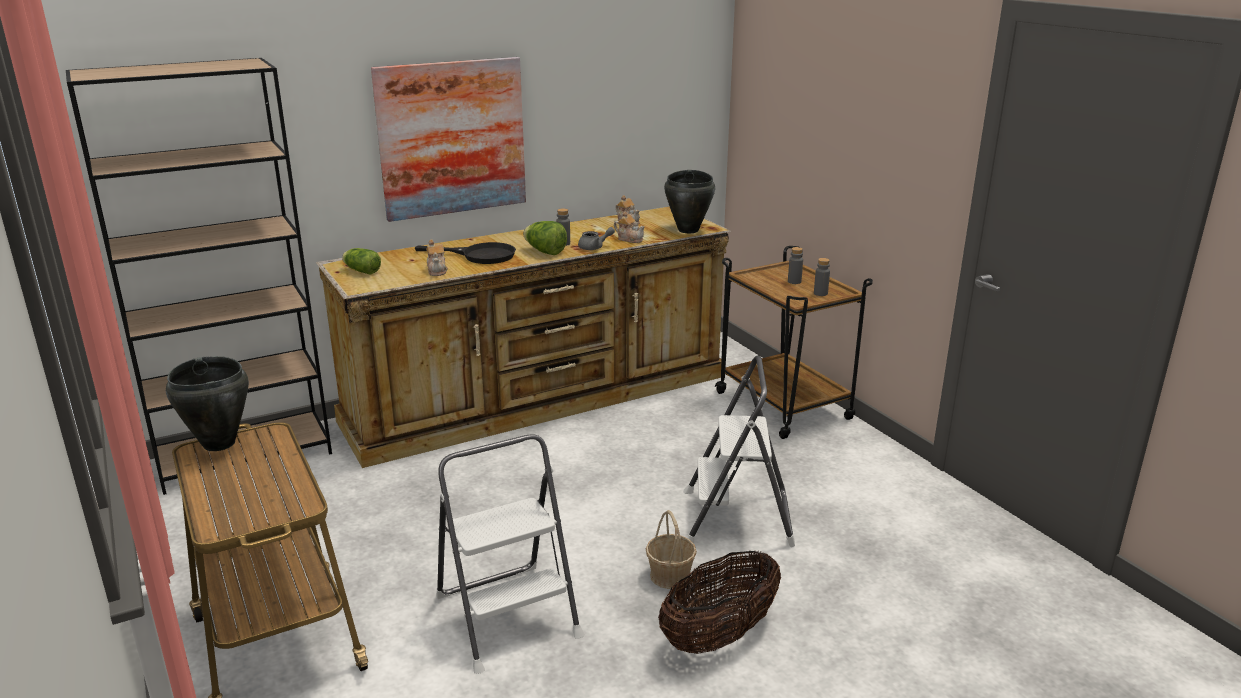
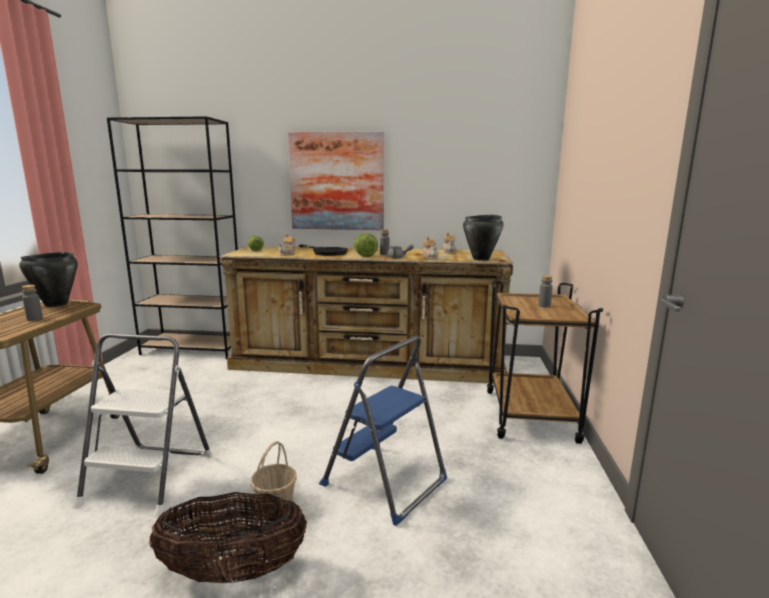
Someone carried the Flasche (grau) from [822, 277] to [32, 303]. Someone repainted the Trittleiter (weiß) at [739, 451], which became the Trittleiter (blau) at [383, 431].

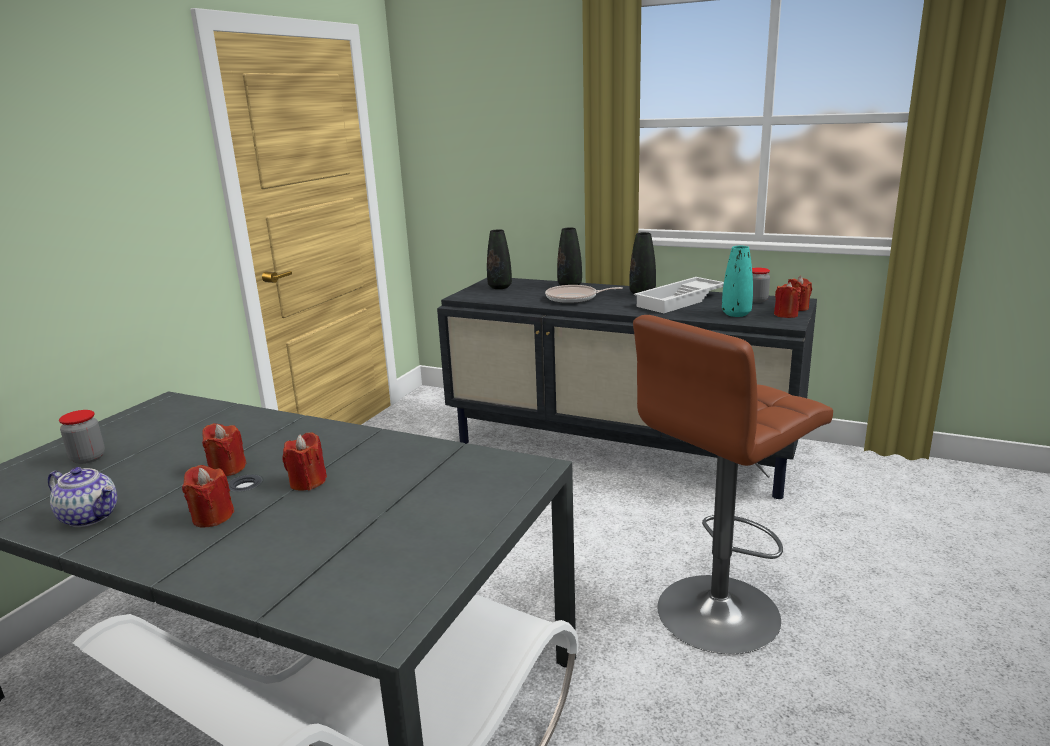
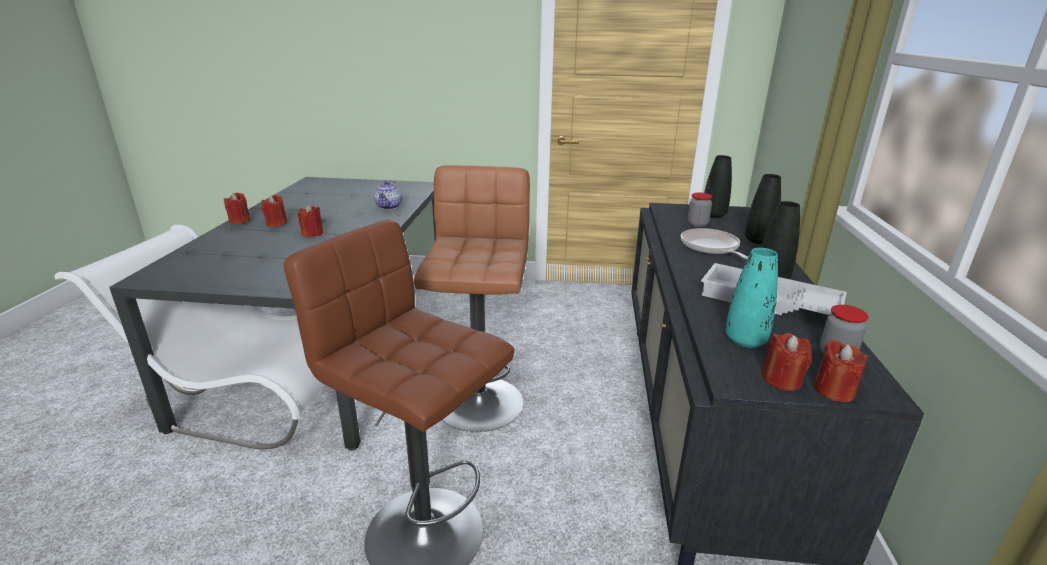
Someone put down the Hocker (braun) at [472, 298]. Someone carried the Teekanne from [82, 497] to [388, 195]. Someone carried the Vorratsglas from [82, 437] to [700, 210]. Someone carried the Kerze (rot) from [224, 449] to [237, 208].

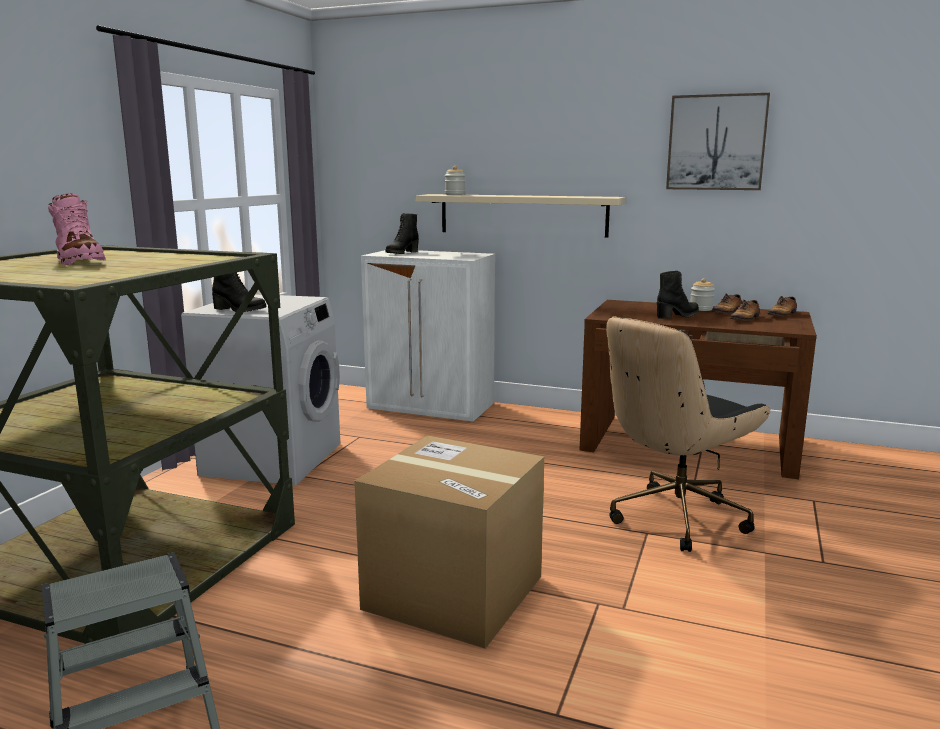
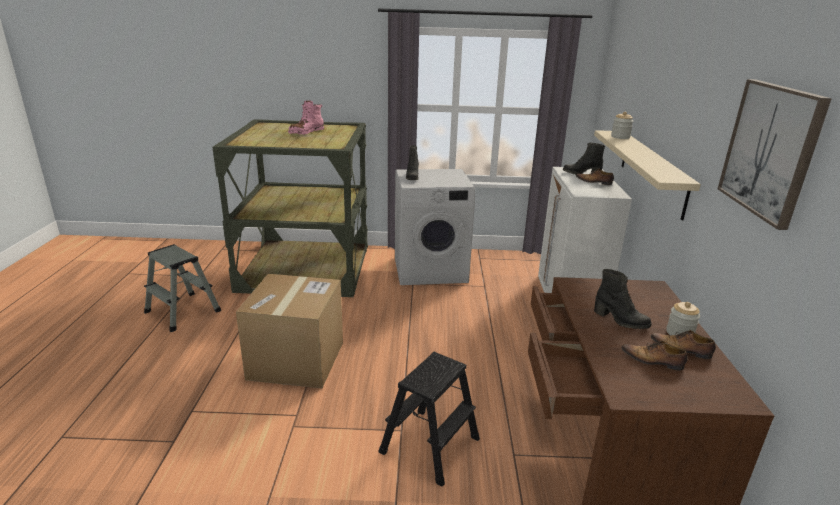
Someone carried the Schuh from [782, 306] to [595, 177]. Someone swapped the Bürostuhl (schwarz) at [688, 434] for the Trittleiter (schwarz) at [429, 418].

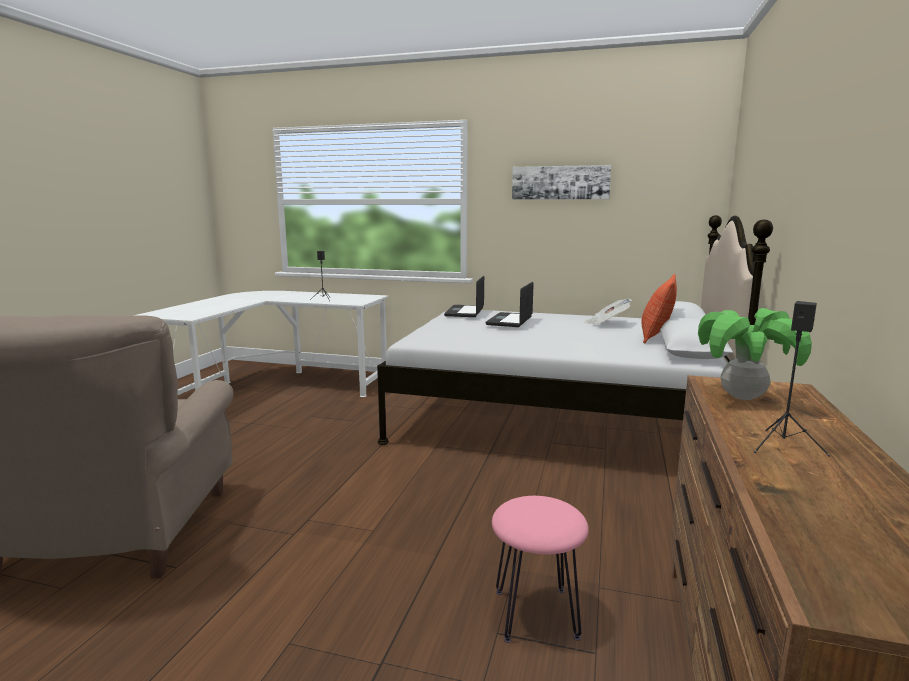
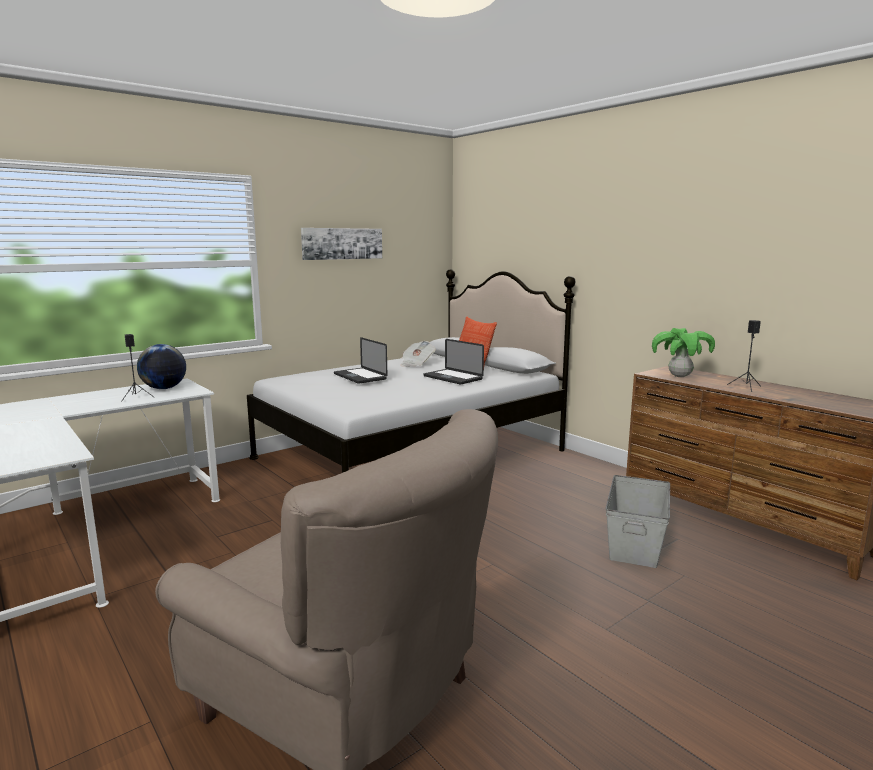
Someone put down the Globus at [161, 366]. Someone carried the Laptop from [464, 296] to [454, 362]. Someone swapped the Hocker (rosa) at [540, 569] for the Aufbewahrungsbox (grau) at [637, 521].

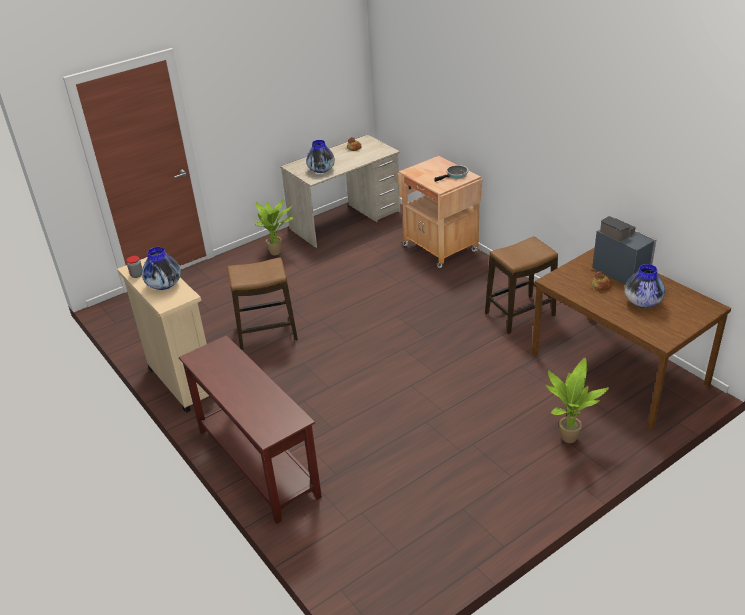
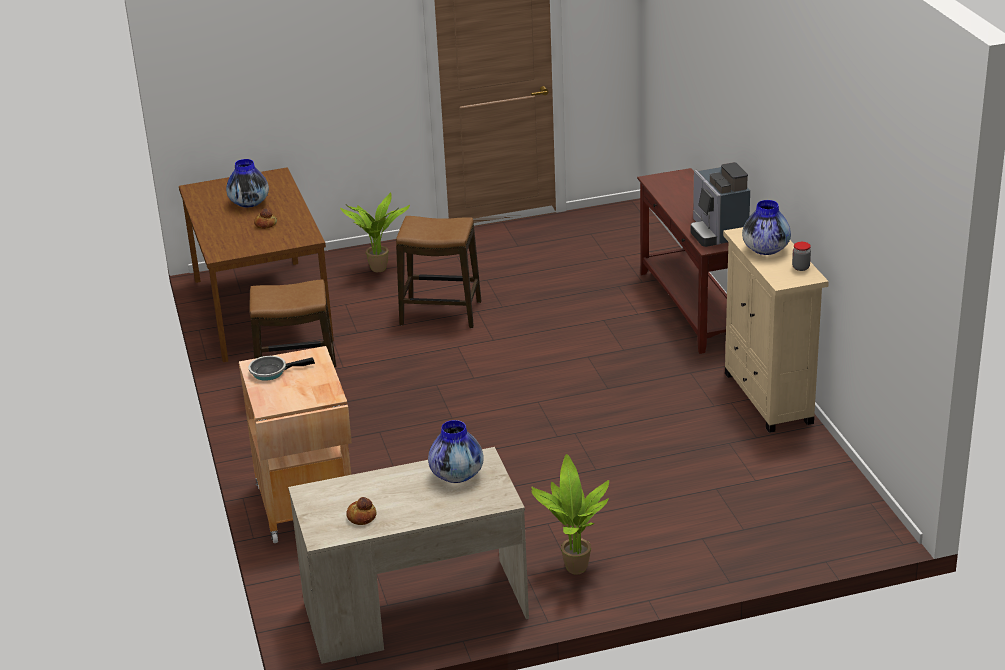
Someone carried the Hocker from [262, 303] to [438, 272]. Someone carried the Kaffeemaschine from [624, 250] to [720, 204].

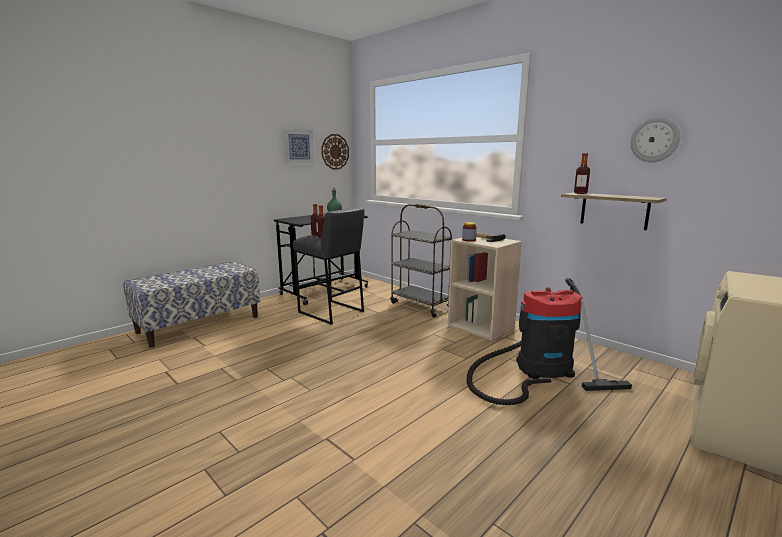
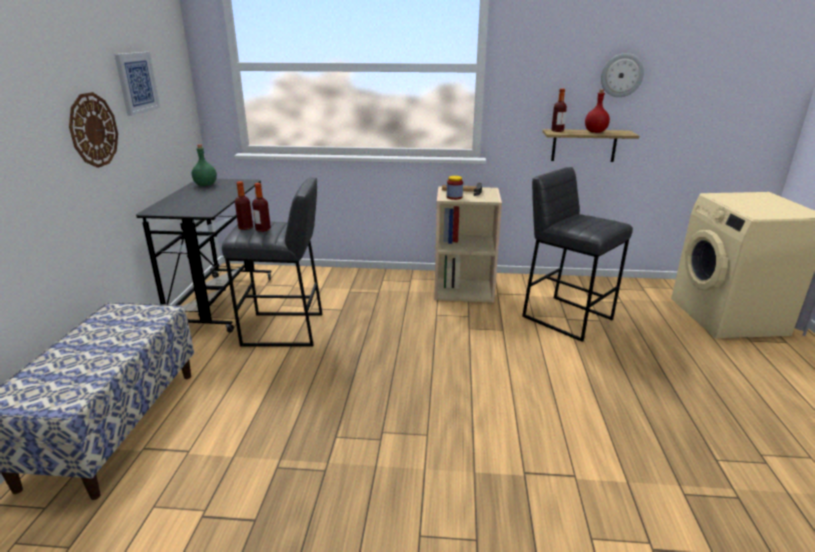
Someone took away the Rollwagen (schwarz) at [421, 260]. Someone put down the Flasche (rot) at [597, 111]. Someone carried the Wanduhr from [335, 152] to [93, 130]. Someone swapped the Staubsauger at [549, 341] for the Hocker (grau) at [577, 254].

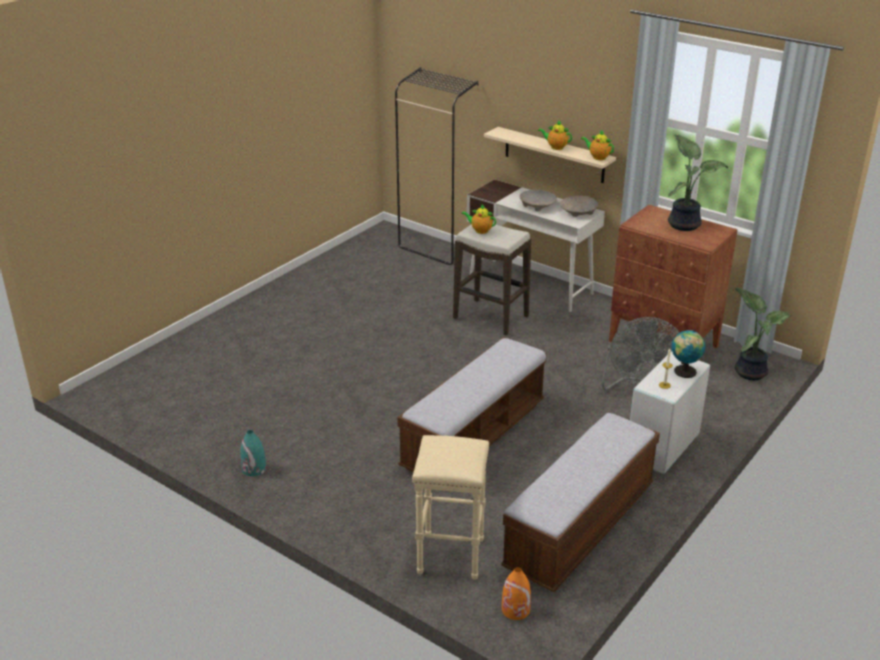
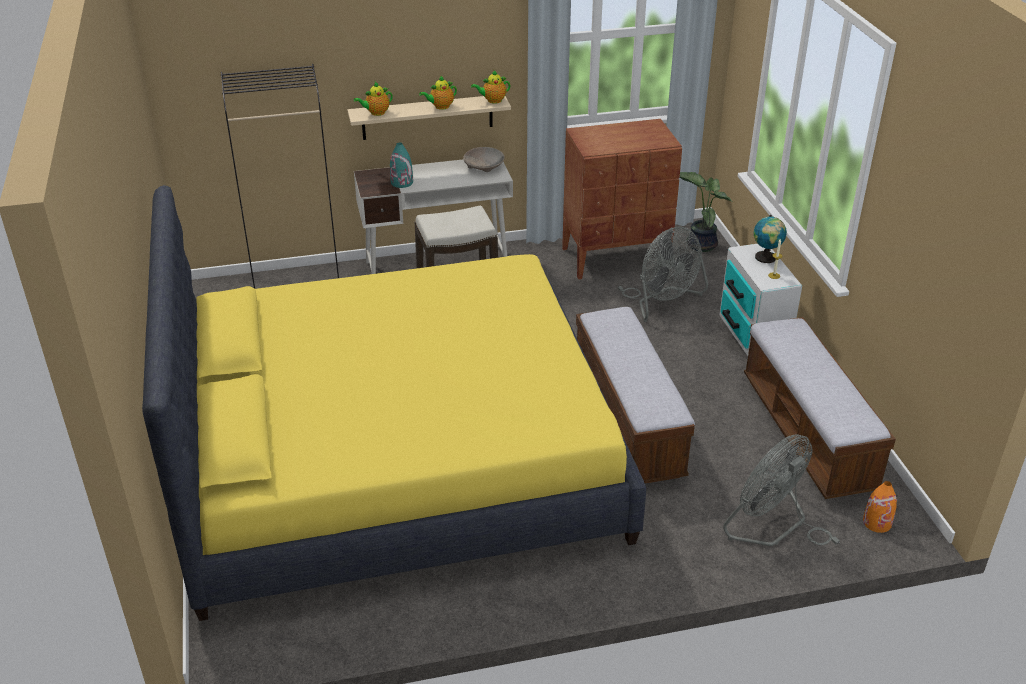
Someone took away the Schüssel (beige) at [538, 200]. Someone took away the Topfpflanze at [698, 183]. Someone put down the Bett (gelb) at [394, 403]. Someone carried the Vase (türkis) from [253, 453] to [401, 165]. Someone carried the Teekanne from [478, 219] to [373, 99]. Someone swapped the Hocker (beige) at [450, 507] for the Ventilator (grau) at [781, 490].

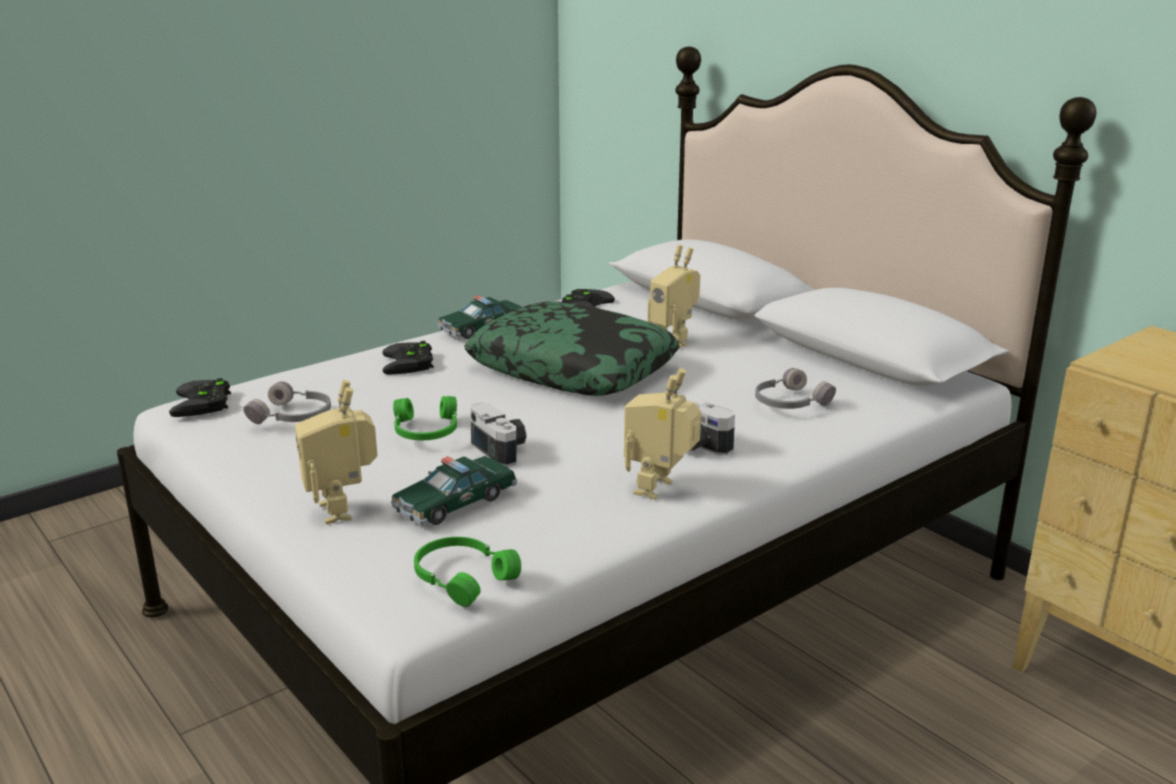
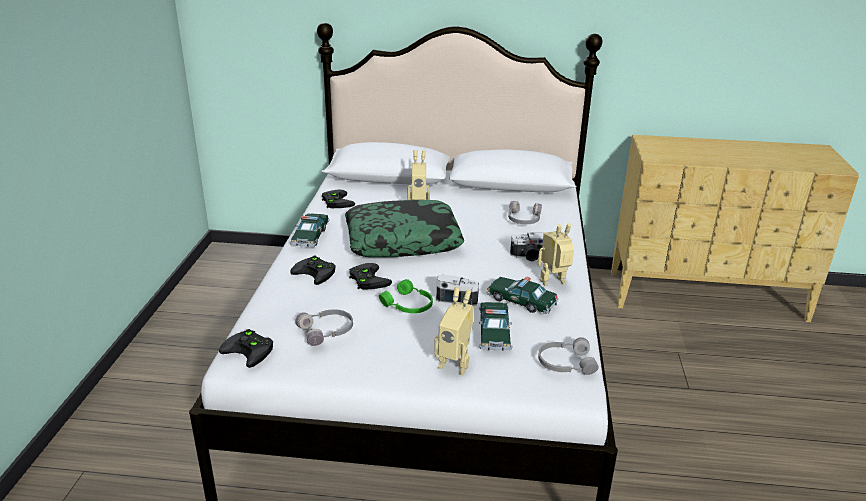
Someone put down the Gamepad (schwarz) at [370, 276]. Someone put down the Spielzeugauto at [522, 295]. Someone repainted the Kopfhörer (grün) at [467, 572], which became the Kopfhörer (grau) at [568, 356]. Someone rotated the Spielzeugroboter at [662, 434] by 90 degrees clockwise.

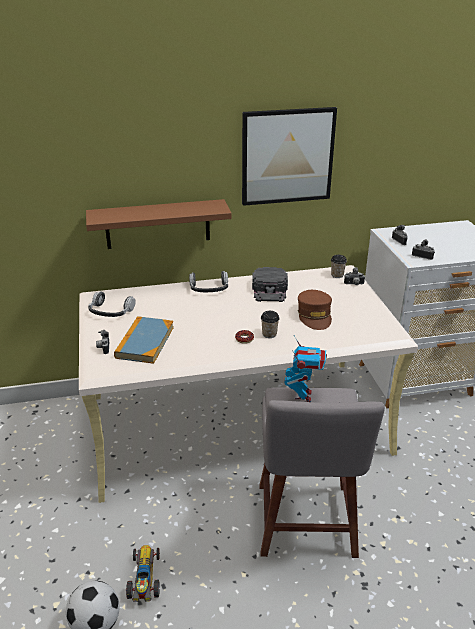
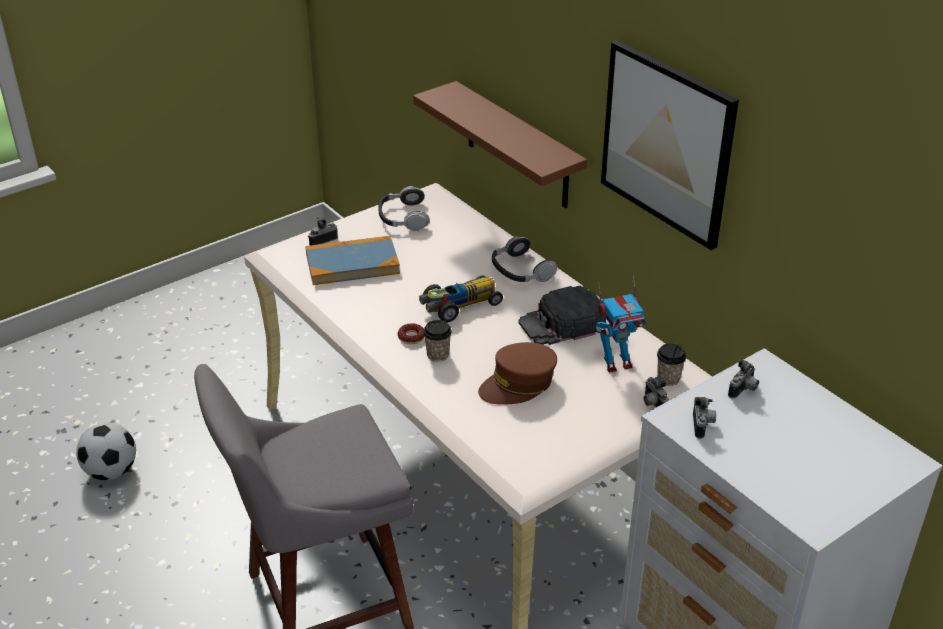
Someone carried the Spielzeugauto from [143, 573] to [461, 299]. Someone carried the Spielzeugroboter from [305, 368] to [621, 324].

